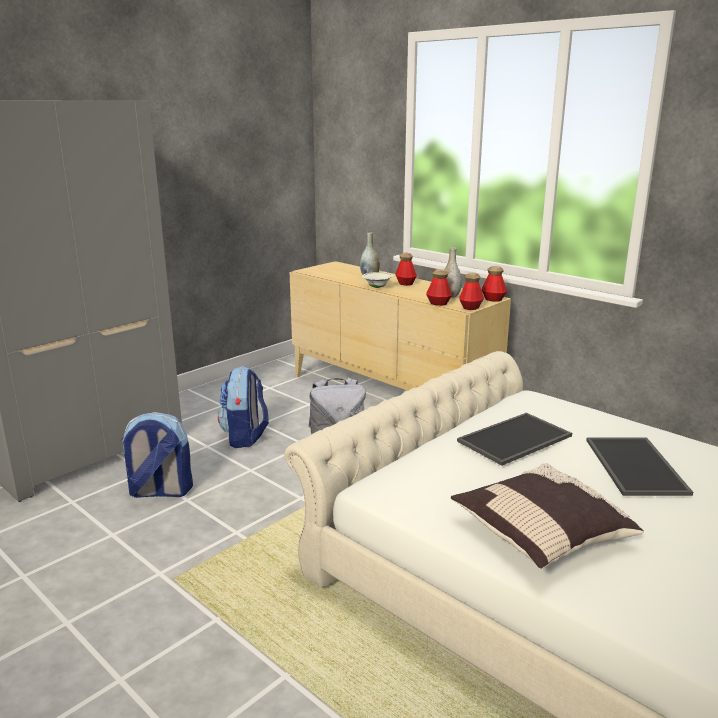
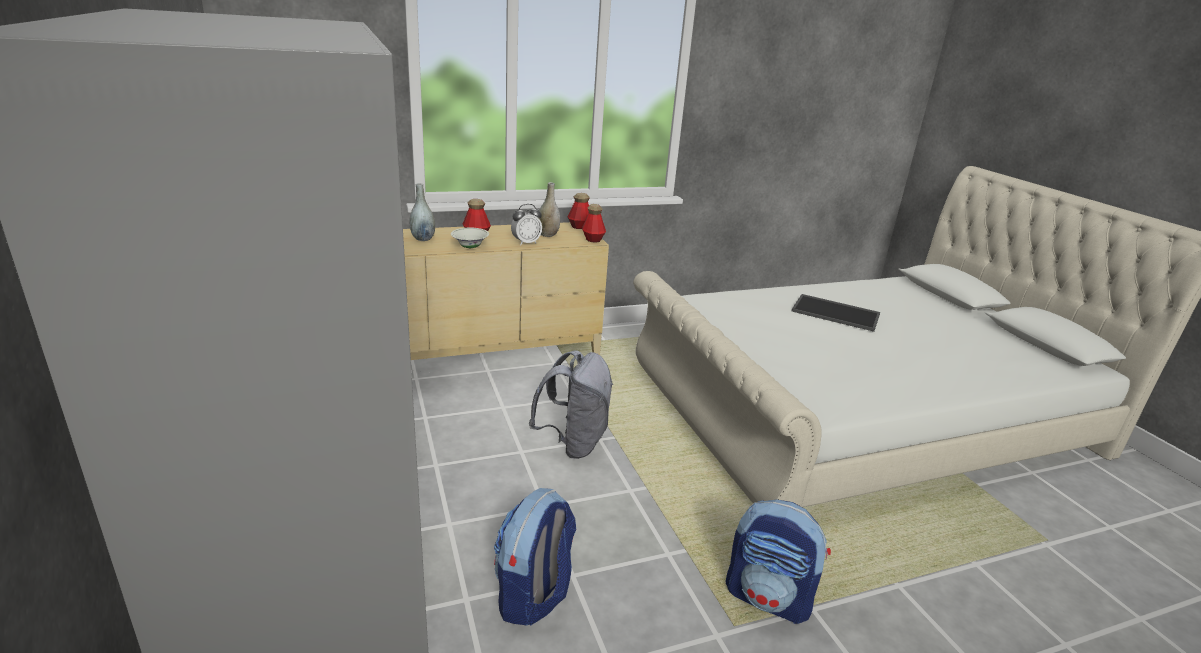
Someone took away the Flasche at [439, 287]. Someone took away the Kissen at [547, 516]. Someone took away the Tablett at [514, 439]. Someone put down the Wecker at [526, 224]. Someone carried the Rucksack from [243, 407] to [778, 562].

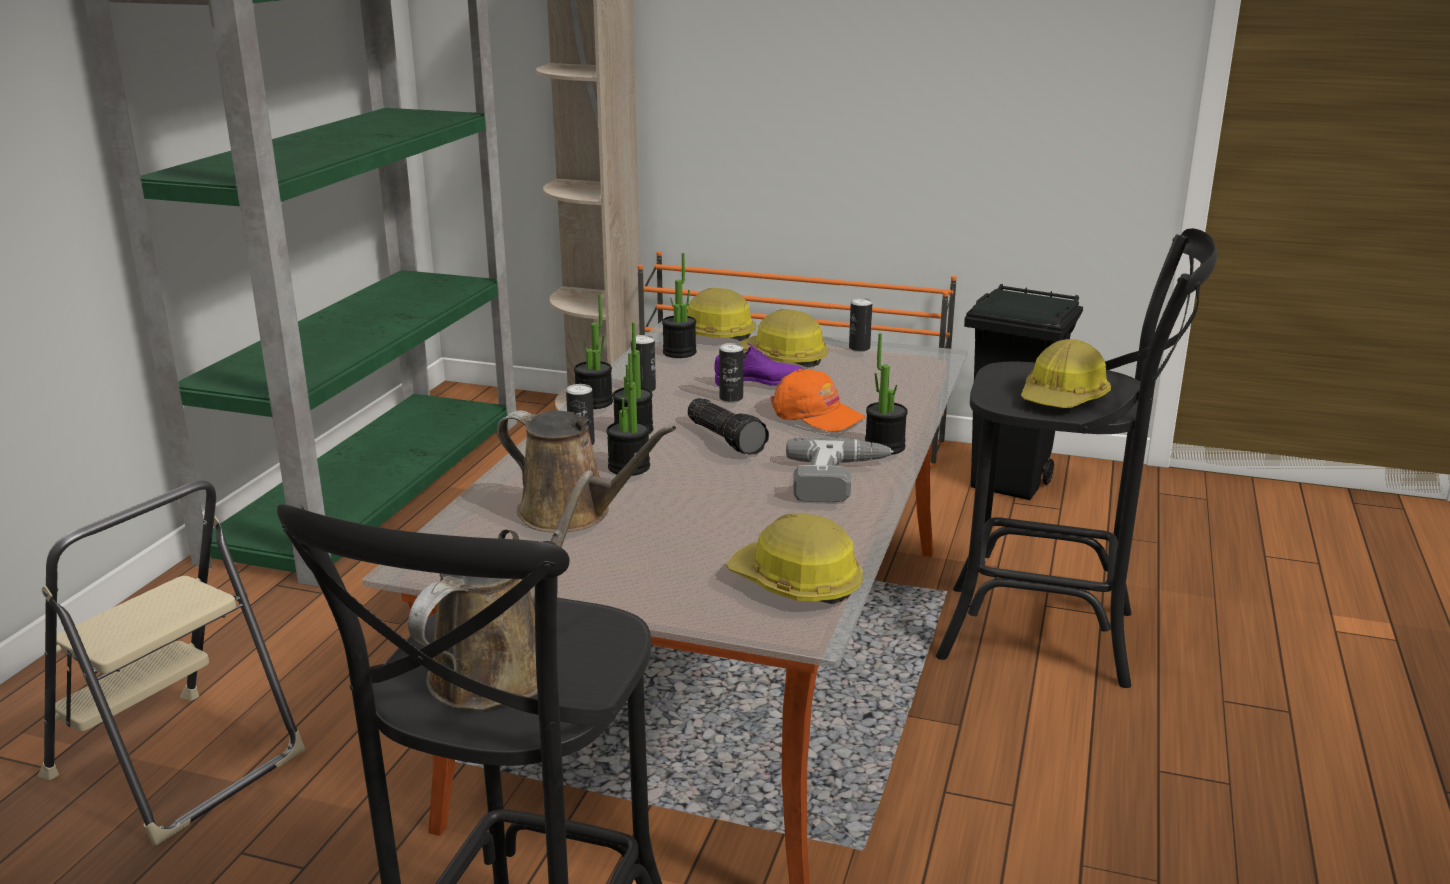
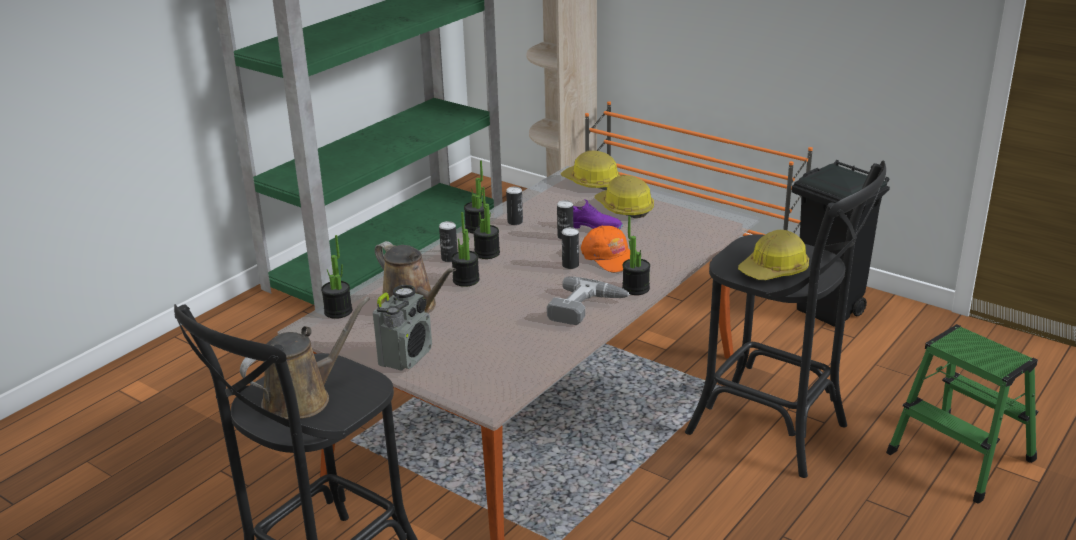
Someone took away the Trittleiter (beige) at [171, 663]. Someone took away the Taschenlampe at [728, 426]. Someone took away the Schutzhelm at [794, 558]. Someone put down the Radio at [402, 328]. Someone put down the Trittleiter (grün) at [962, 414]. Someone carried the Topfpflanze from [679, 305] to [336, 277]. Someone carried the Dose from [860, 324] to [570, 248].

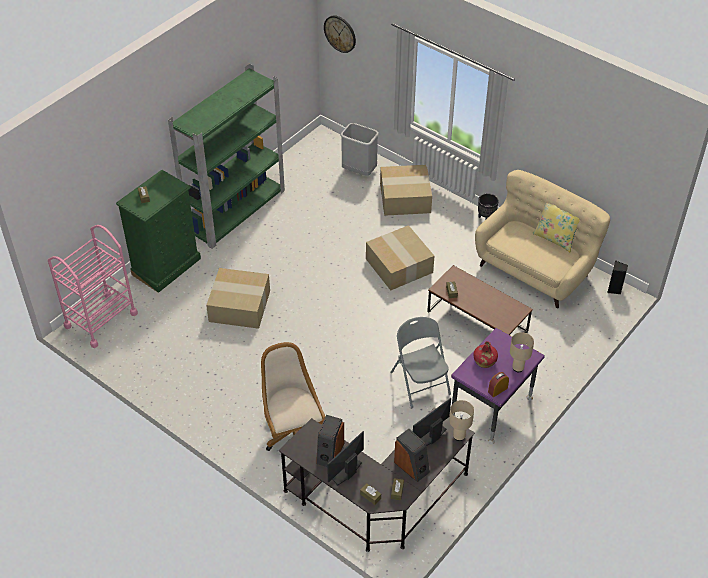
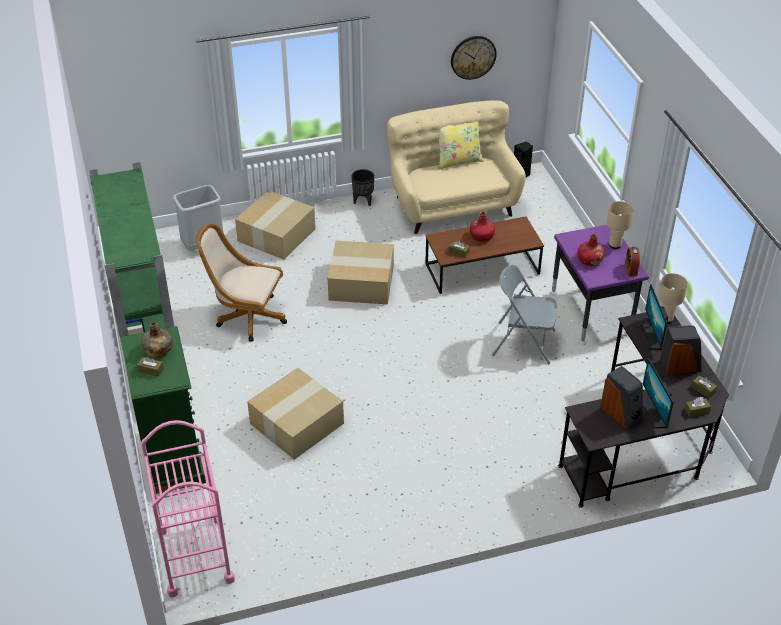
Someone put down the Flasche (grün) at [157, 340]. Someone put down the Flasche (rot) at [482, 227]. Someone carried the Bürostuhl from [293, 396] to [241, 282]. Someone carried the Wanduhr from [340, 34] to [474, 58].

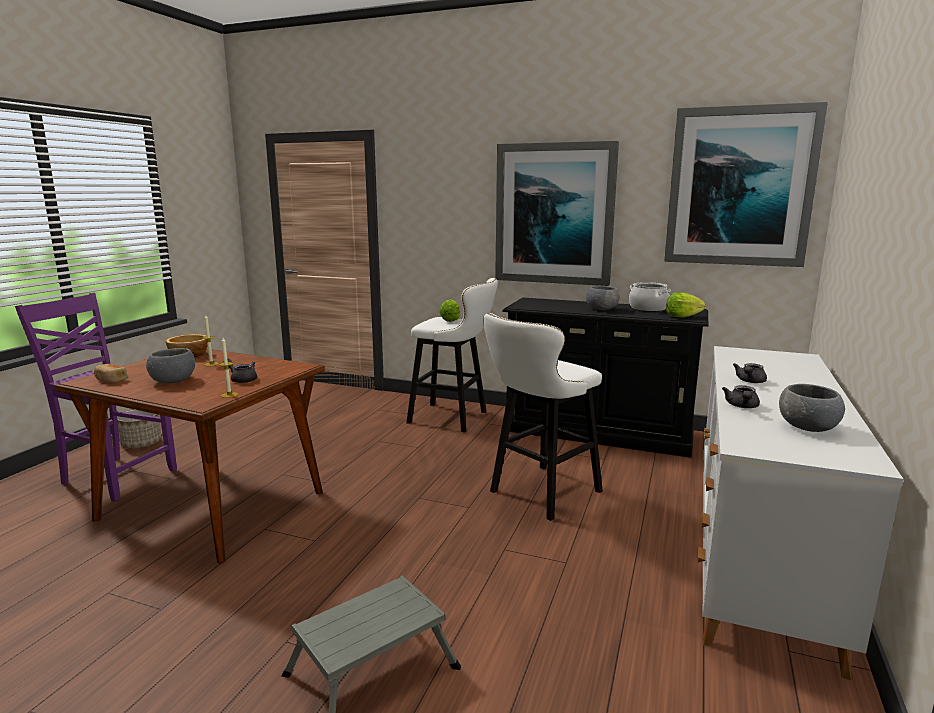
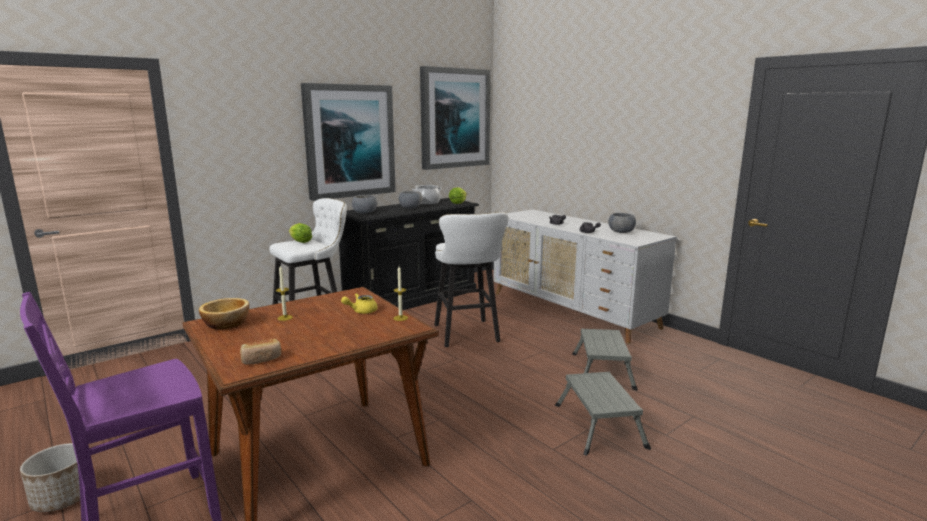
Someone put down the Trittleiter (grau) at [605, 360]. Someone carried the Schüssel (grau) from [170, 365] to [364, 204]. Someone repainted the Teekanne (grau) at [242, 370], which became the Teekanne (gelb) at [359, 303].

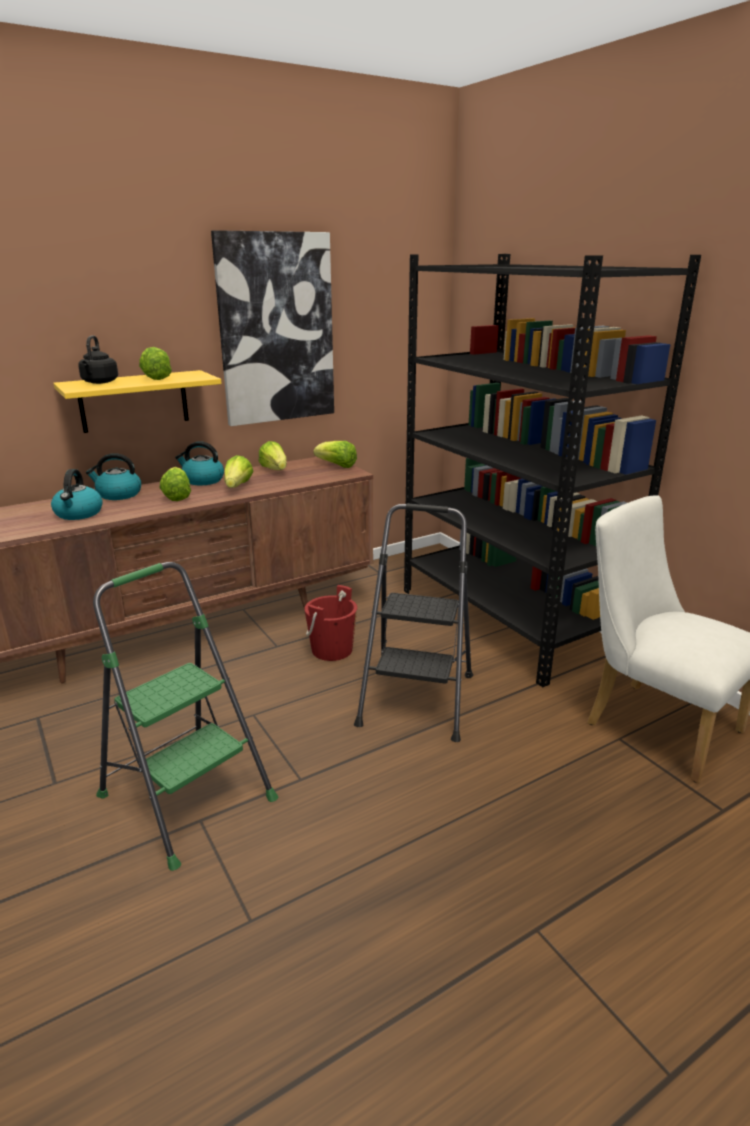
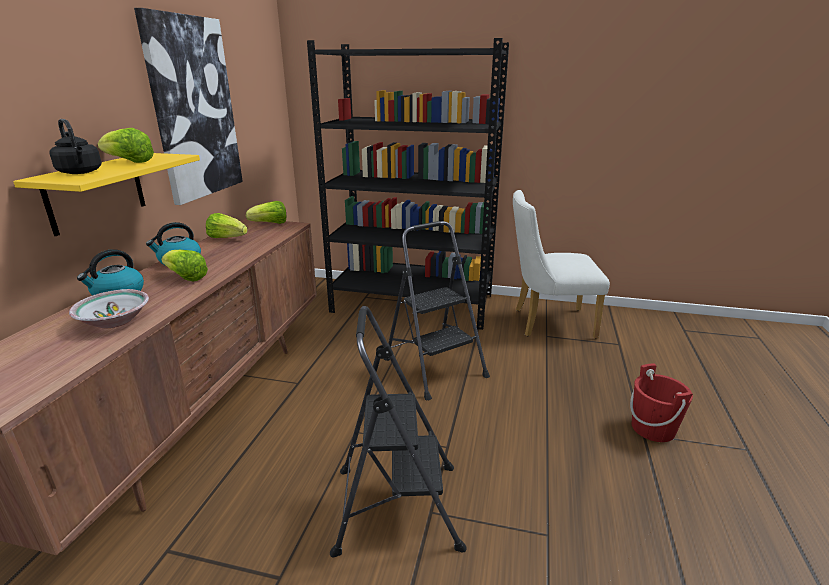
Someone took away the Salatkopf at [238, 471]. Someone carried the Eimer (rot) from [330, 623] to [661, 403]. Someone swapped the Wasserkessel at [77, 494] for the Schüssel at [109, 308]. Someone repainted the Trittleiter (grün) at [185, 716], which became the Trittleiter (schwarz) at [398, 431].

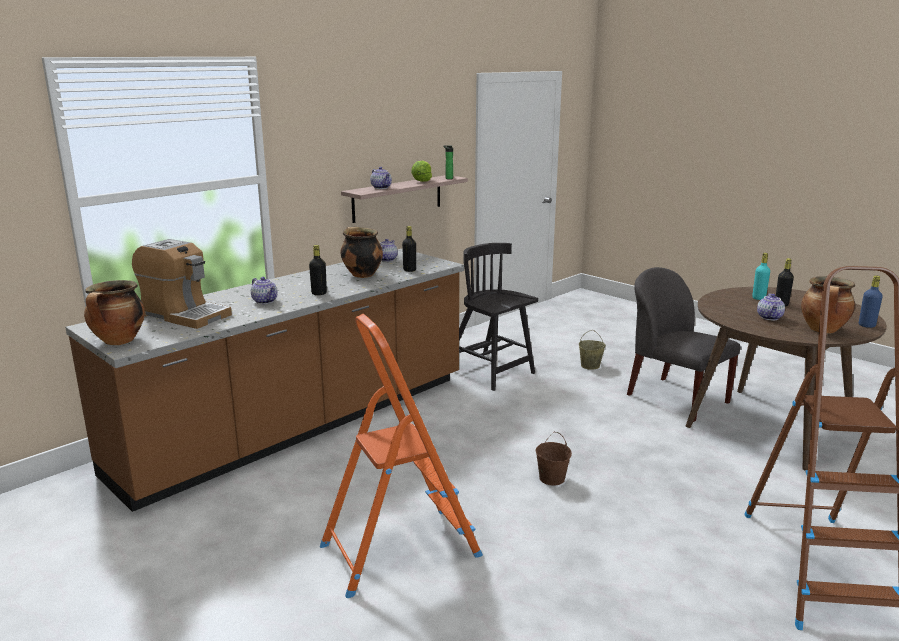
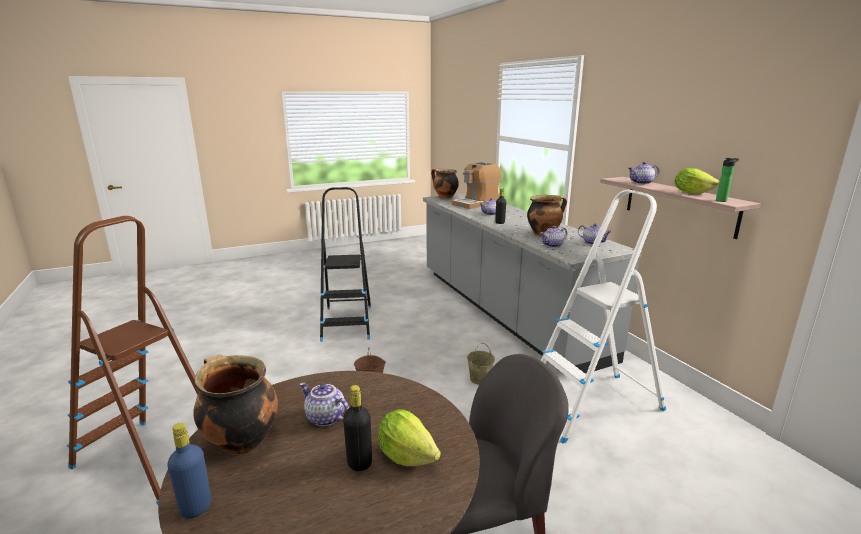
Someone carried the Eimer (beige) from [592, 350] to [481, 364]. Someone swapped the Flasche (schwarz) at [409, 249] for the Teekanne at [553, 237]. Someone swapped the Stuhl (schwarz) at [498, 317] for the Trittleiter (weiß) at [603, 316]. Someone swapped the Flasche (türkis) at [761, 276] for the Salatkopf at [409, 437]. Someone repainted the Küchenzeile (braun) at [264, 380], which became the Küchenzeile (grau) at [532, 283]. Someone repainted the Trittleiter (orange) at [401, 456], which became the Trittleiter (schwarz) at [345, 264].

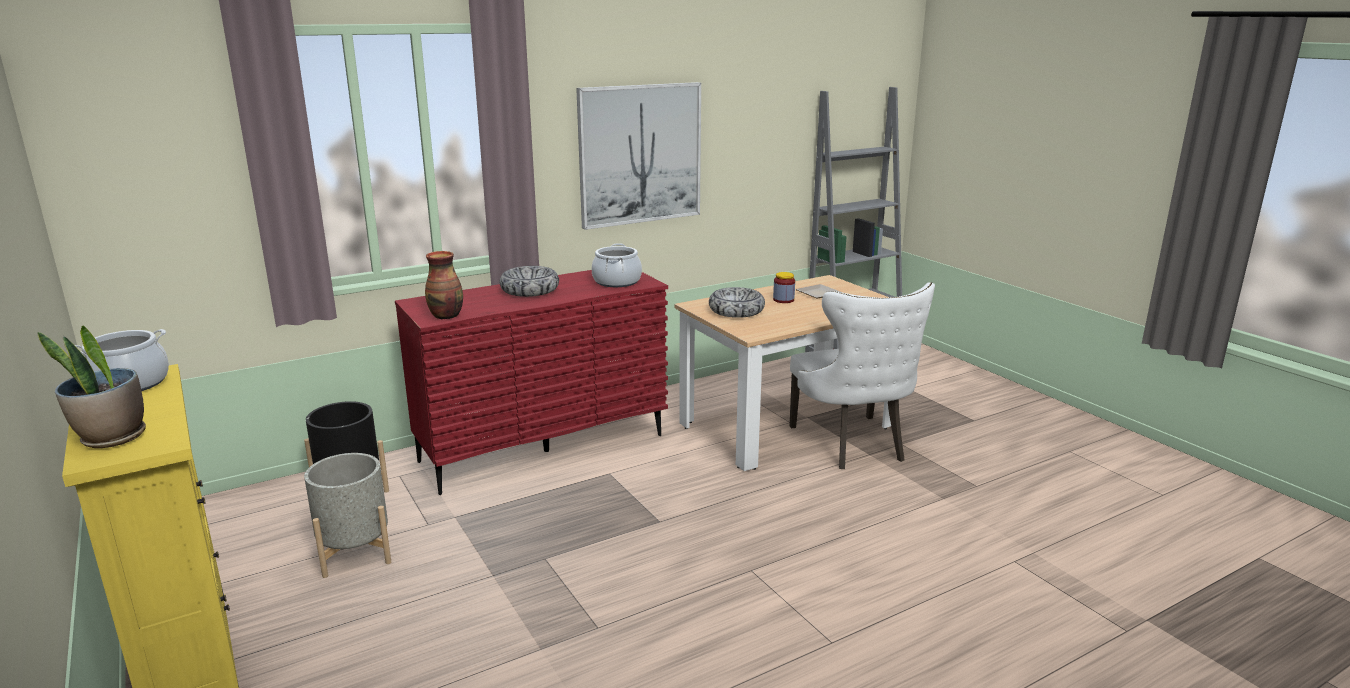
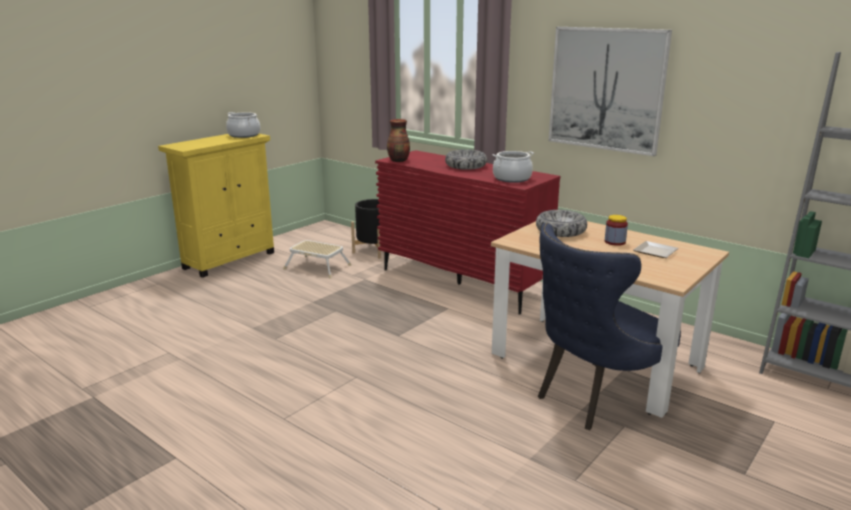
Someone took away the Topfpflanze at [92, 386]. Someone swapped the Pflanzkübel (grau) at [347, 515] for the Trittleiter (beige) at [317, 259]. Someone repainted the Stuhl (weiß) at [862, 375], which became the Stuhl (blau) at [609, 326].

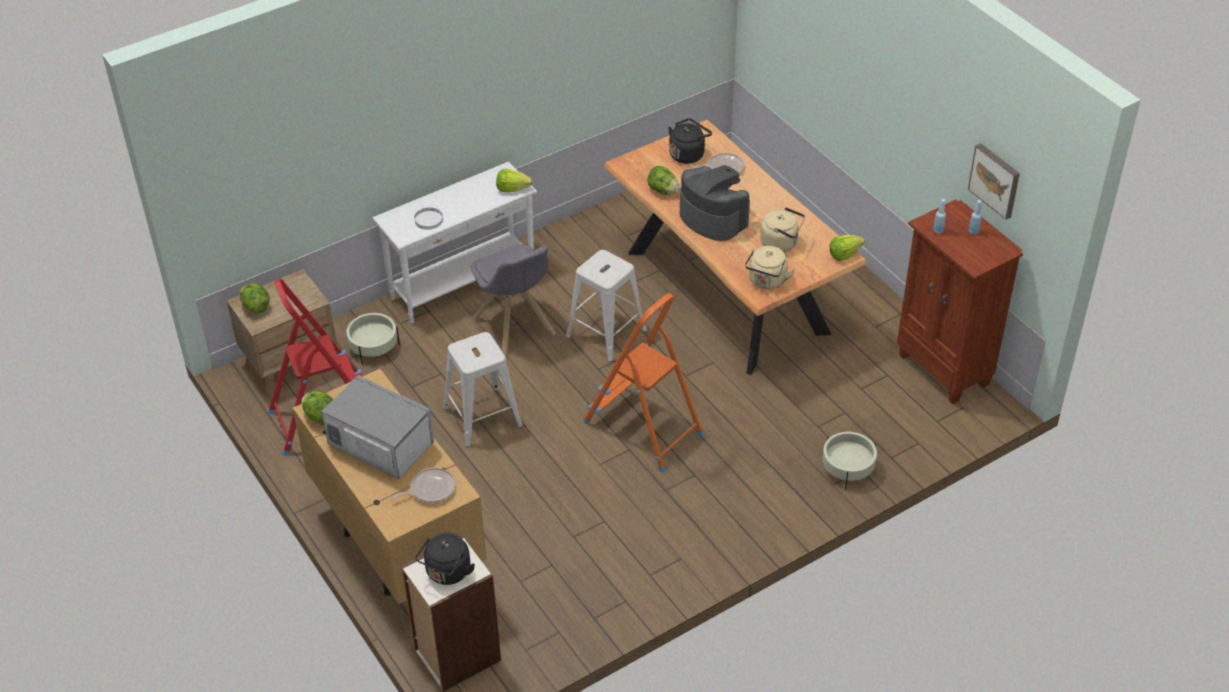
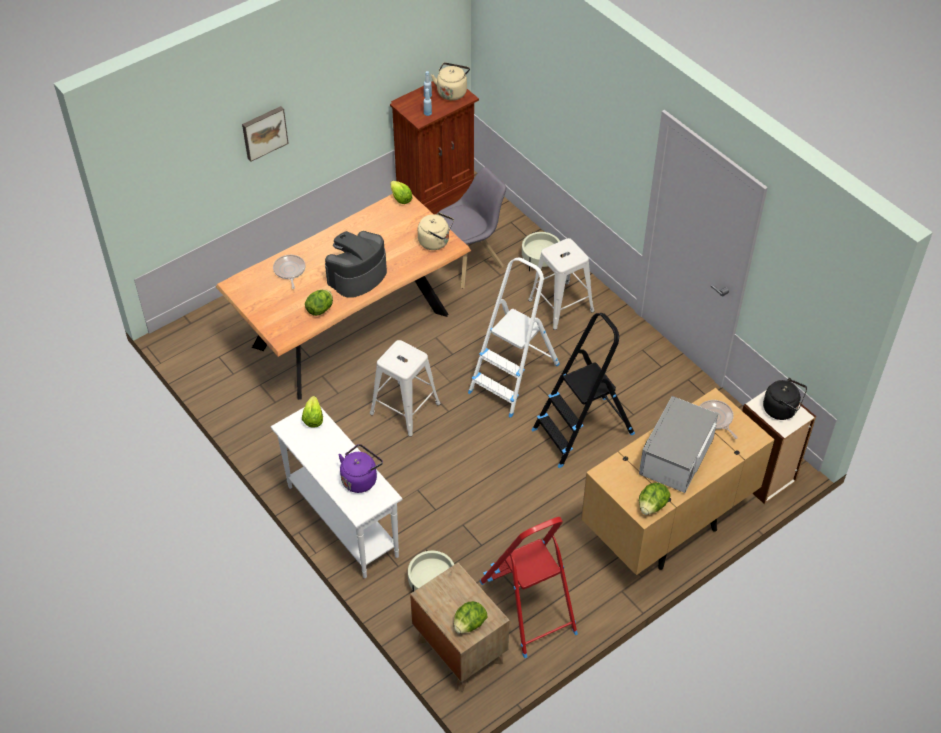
Someone took away the Wasserkessel (schwarz) at [690, 141]. Someone put down the Trittleiter (schwarz) at [583, 390]. Someone carried the Hocker (weiß) from [483, 389] to [561, 284]. Someone carried the Stuhl (grau) from [513, 300] to [471, 227]. Someone carried the Wasserkessel (beige) from [782, 229] to [450, 81]. Someone carried the Bild from [994, 181] to [265, 134]. Someone swapped the Teller (weiß) at [428, 219] for the Wasserkessel (lila) at [361, 468]. Someone repainted the Trittleiter (orange) at [643, 383], which became the Trittleiter (weiß) at [514, 338].

